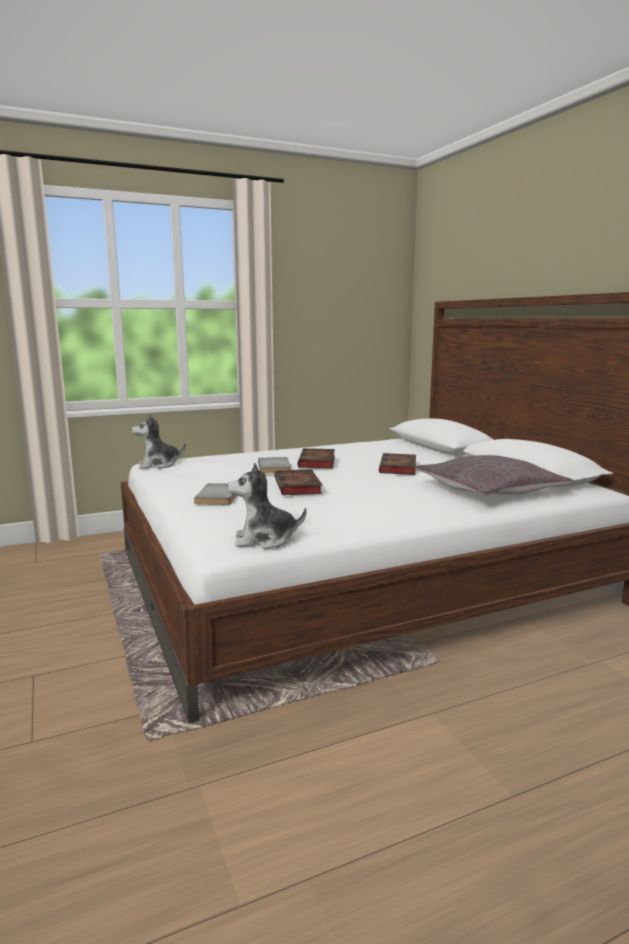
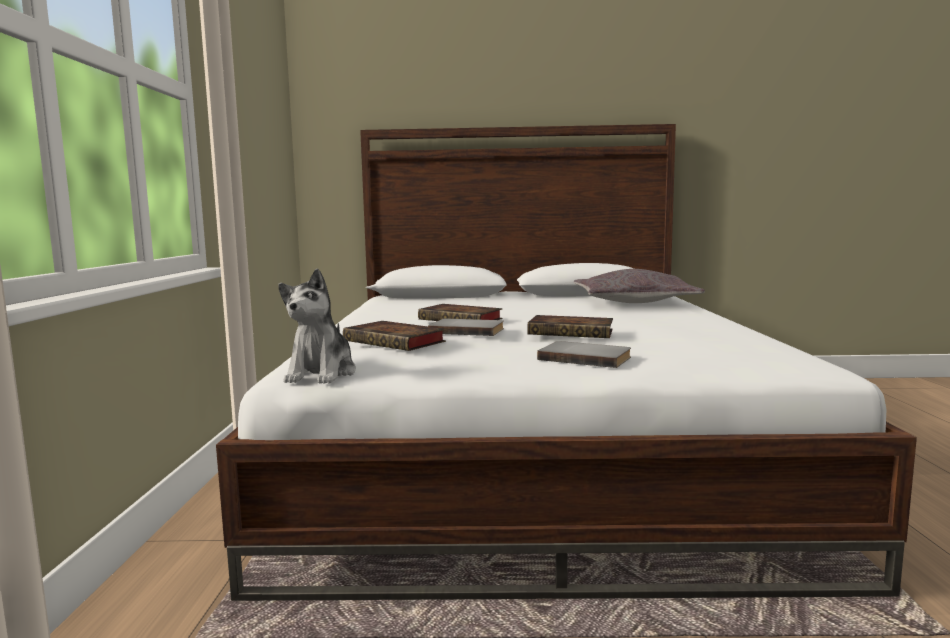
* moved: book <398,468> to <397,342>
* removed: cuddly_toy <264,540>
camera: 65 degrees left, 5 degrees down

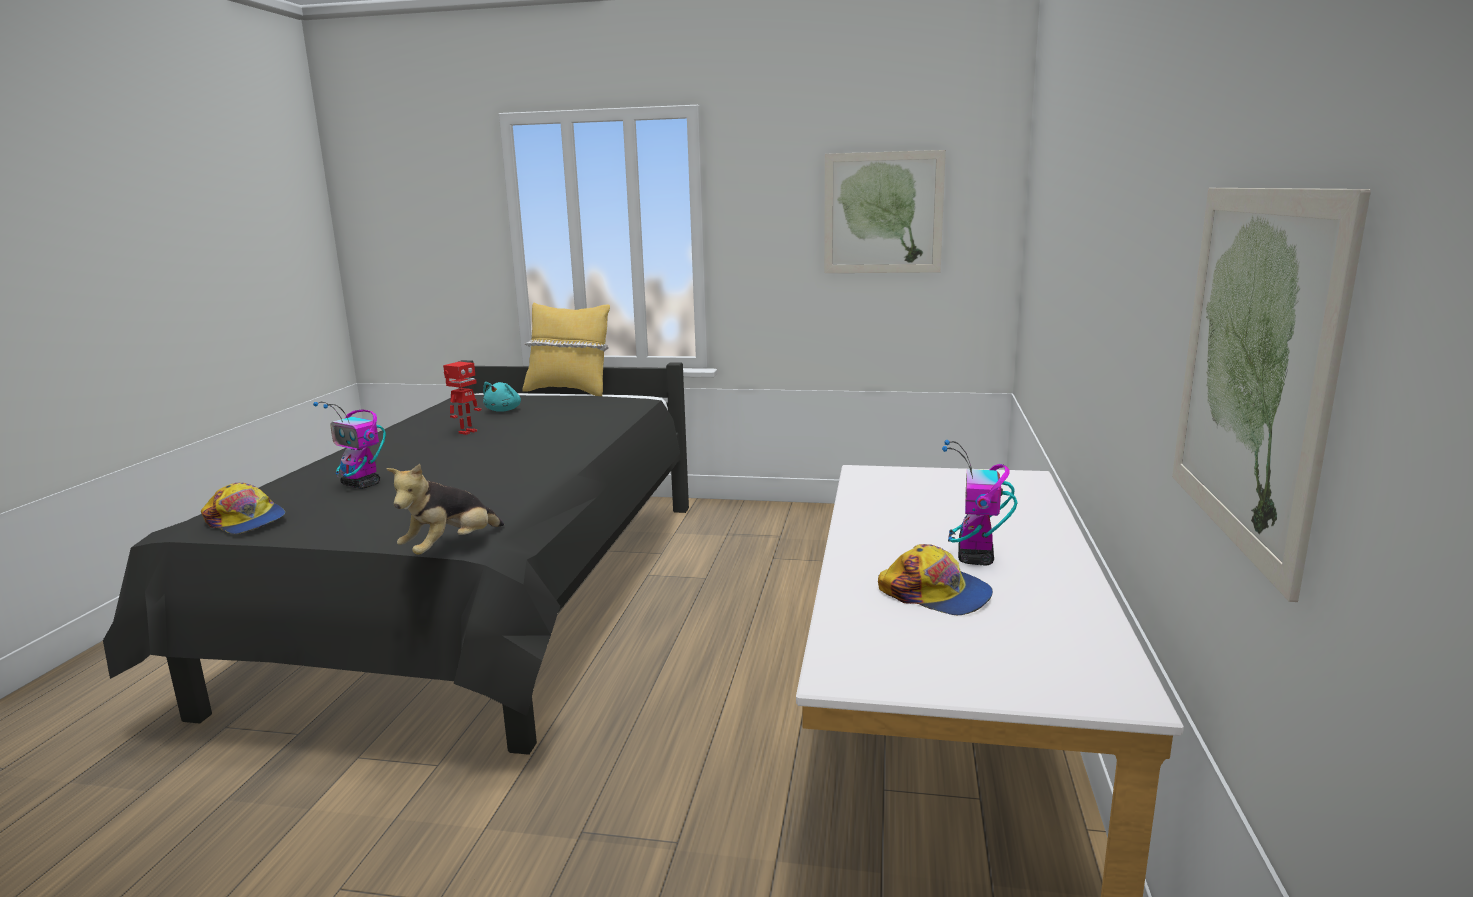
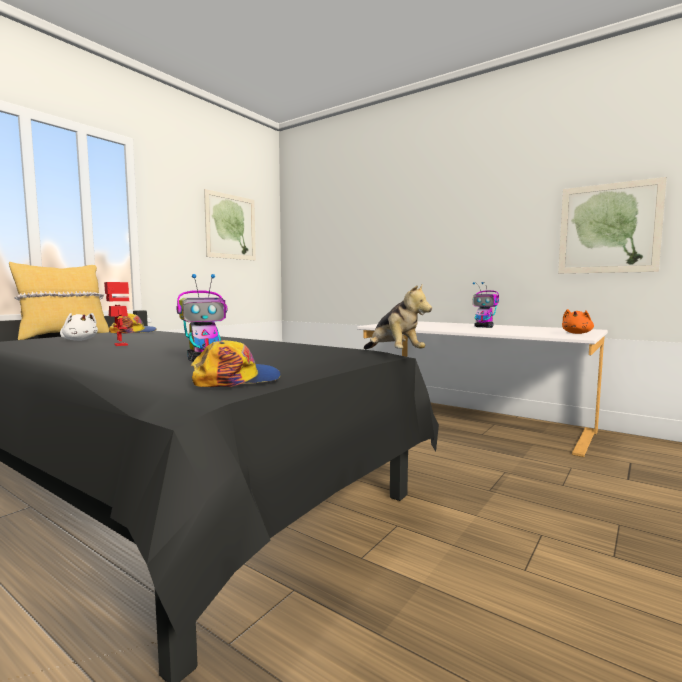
* recoloured: blue-green_cuddly_toy <504,410> to white_cuddly_toy <79,340>
* moved: peaked_cap <936,594> to <134,332>
* added: orange-coloured_cuddly_toy <577,333>
camera: 65 degrees left, 10 degrees down

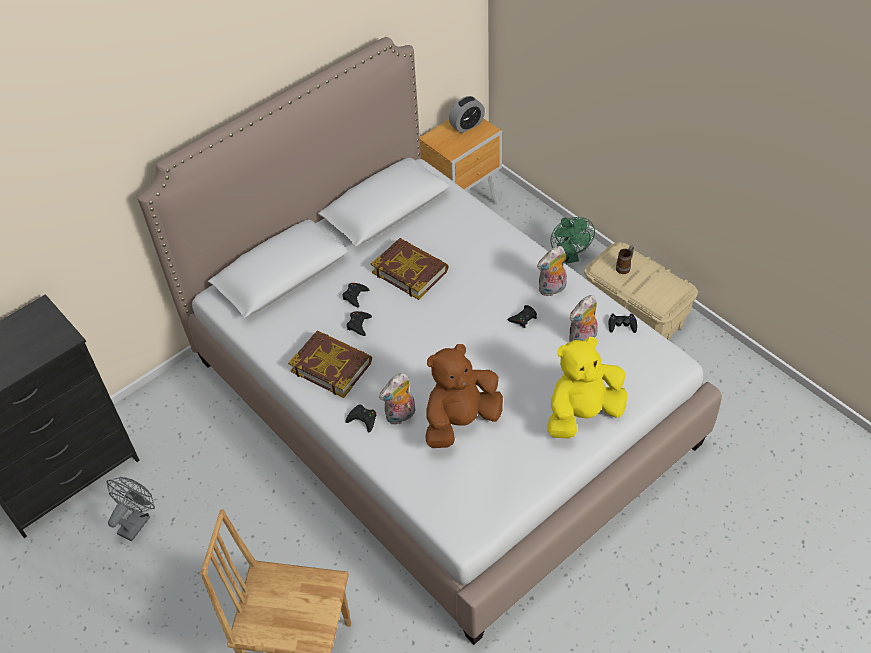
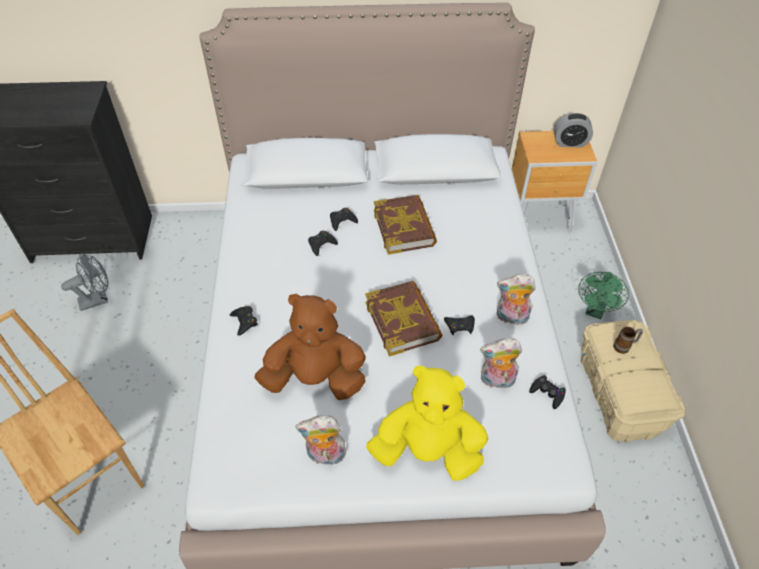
* moved: book <331,366> to <403,321>
* moved: cuddly_toy <401,416> to <325,456>
camera: 35 degrees right, 0 degrees up

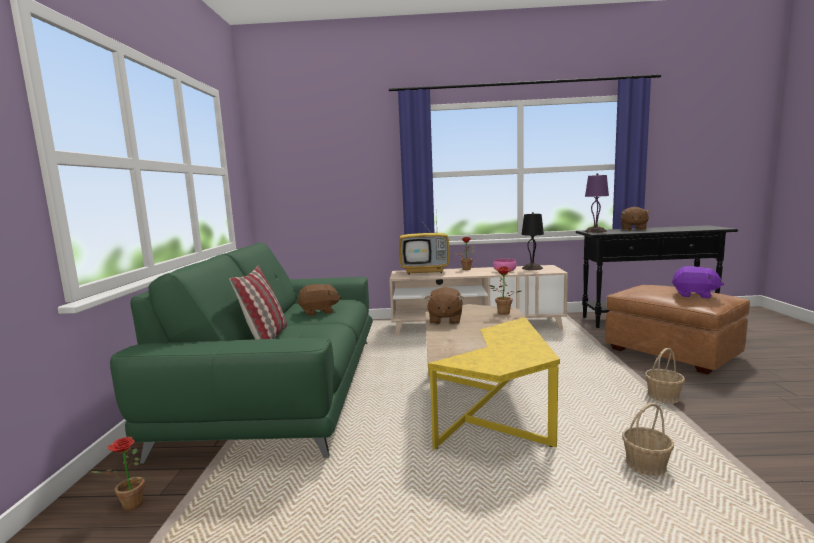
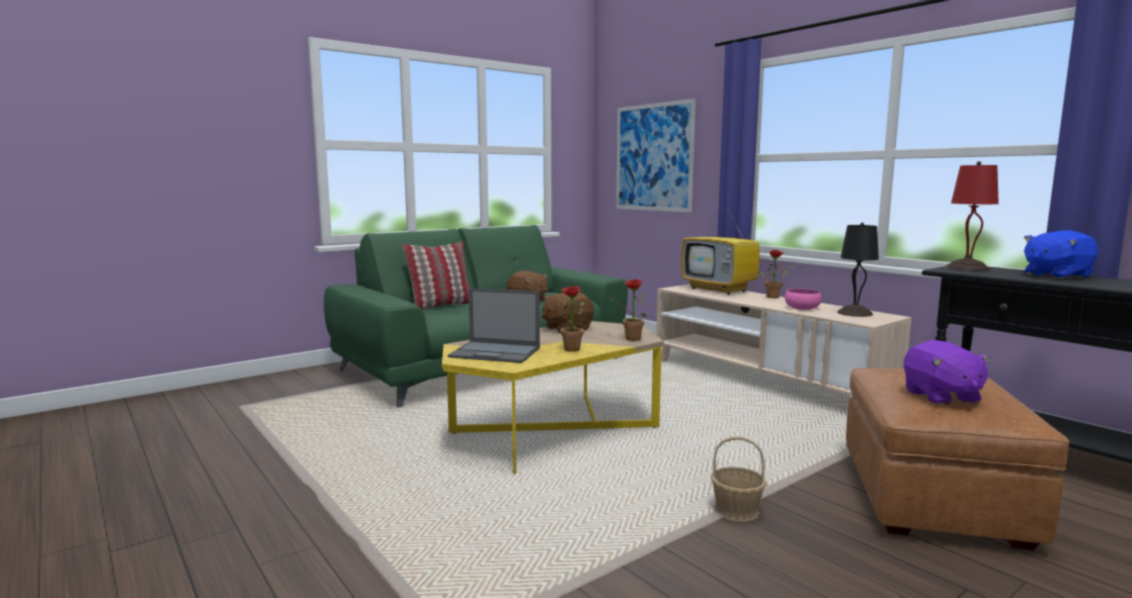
* recoloured: purple-coloured_lamp_for_a_table <595,231> to red_lamp_for_a_table <966,268>
* recoloured: brown-coloured_cuddly_toy <633,229> to bluish_cuddly_toy <1056,275>
* removed: household_basket <646,466>
* moved: houseplant <128,507> to <568,349>
* added: wall_picture <653,157>
* added: portable_computer <496,352>
camera: 50 degrees right, 0 degrees up

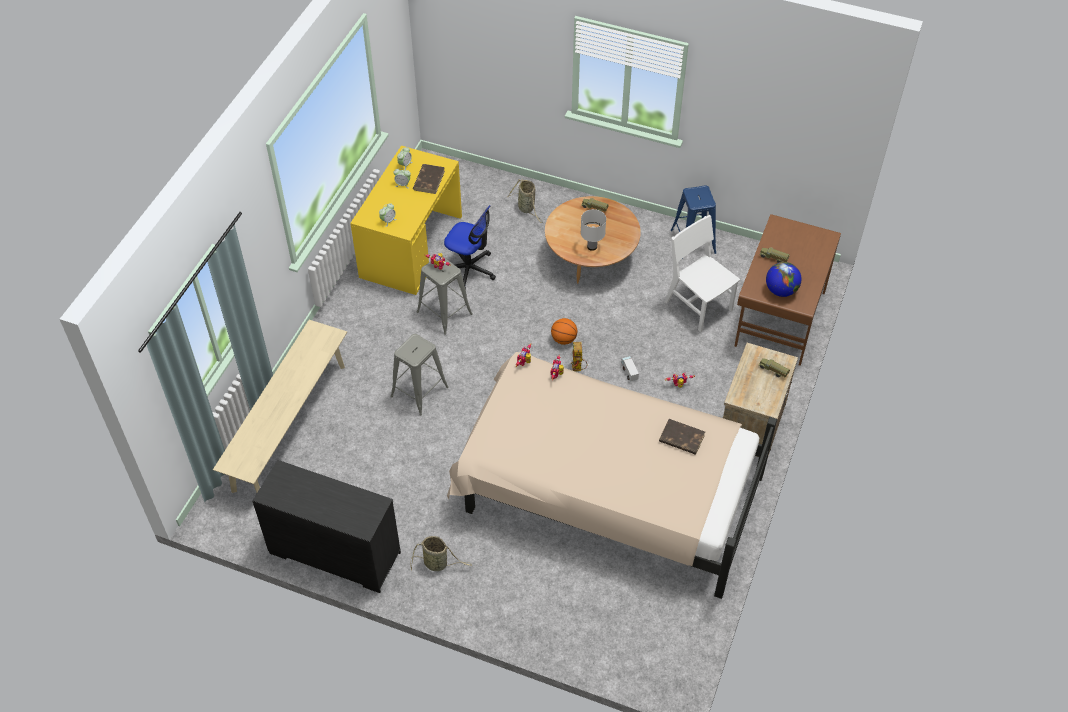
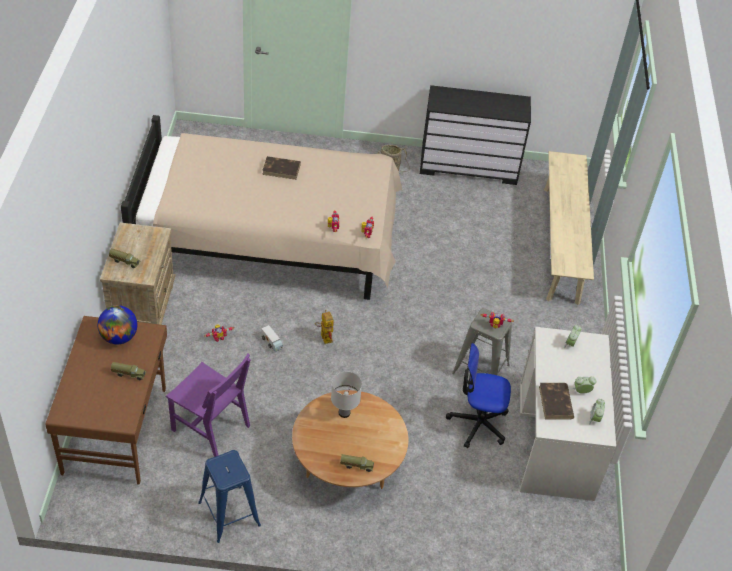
* recoloured: yellowish_desk_table <411,246> to white_desk_table <555,440>
* removed: household_basket <527,208>
* recoloured: white_upright_chair <698,306> to purple-coloured_upright_chair <210,428>
* removed: ball_for_basketball <564,339>
* removed: gray_stool <419,392>
* moved: brown-coloured_book <681,438> to <282,169>
camera: 160 degrees right, 5 degrees down

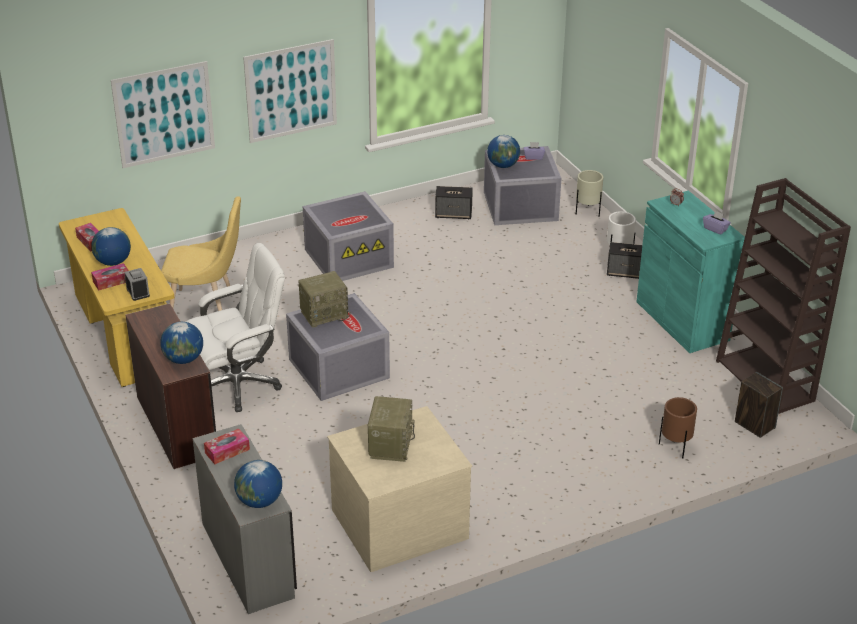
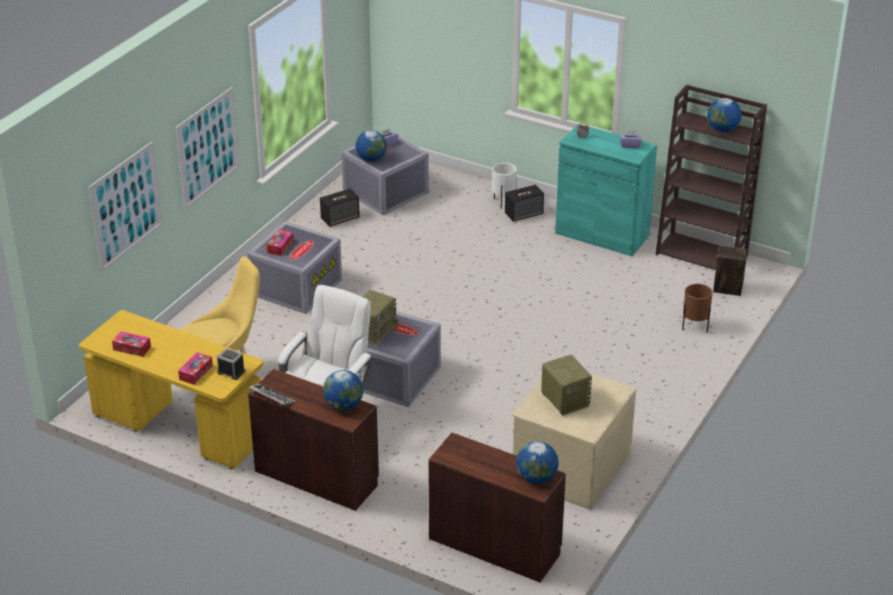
* removed: beige-coloured_plant_pot <587,212>
* moved: globe <113,262> to <722,129>
* recoloured: gray_desk_table <249,559> to brown-coloured_desk_table <495,545>
* moved: tissue_box <227,451> to <280,246>
* added: computer_keyboard <272,397>
camera: 35 degrees left, 0 degrees up

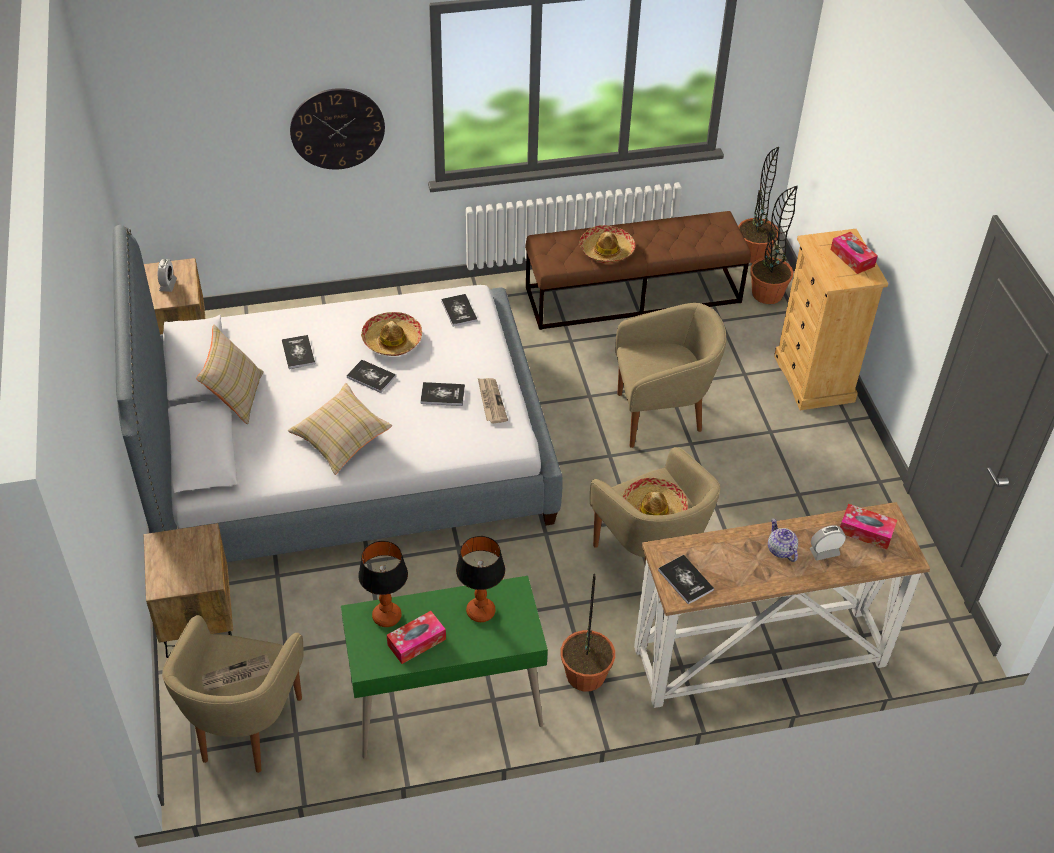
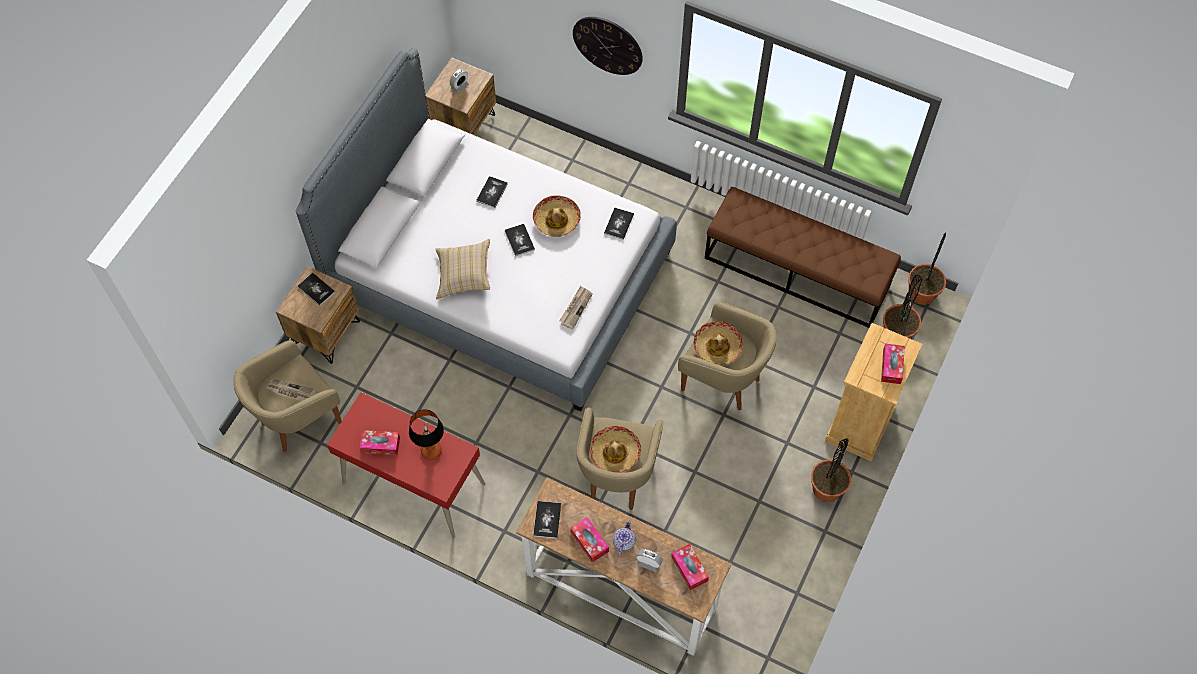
* moved: hat <606,250> to <717,346>
* removed: beige-coloured_throw_pillow <235,396>
* moved: book <442,395> to <316,289>
* removed: lamp_for_a_table <387,616>
* moved: houseplant <585,675> to <826,488>
* recoloured: green_desk_table <446,704> to red_desk_table <413,484>
* added: tissue_box <589,541>
camera: 40 degrees right, 15 degrees up

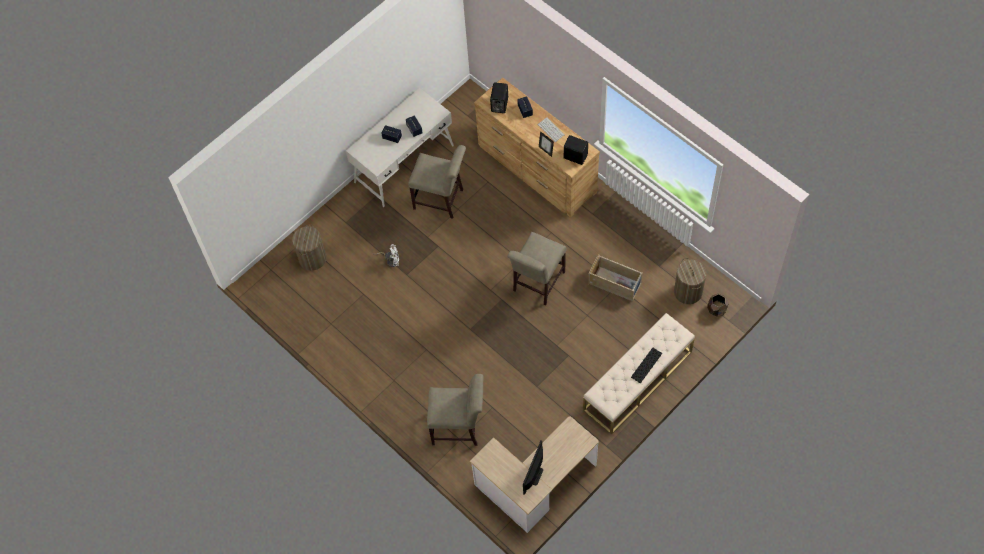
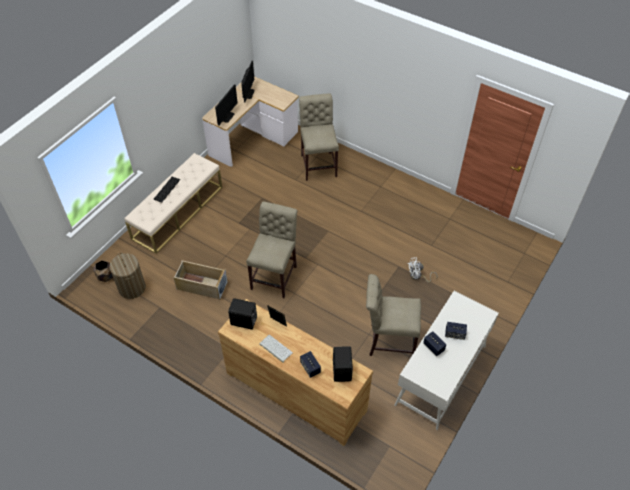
* removed: washing_basket <312,258>
* turned: beige-coloured_upright_chair <459,427> = <318,164> 90 degrees clockwise
* added: monitor <227,116>
camera: 165 degrees right, 10 degrees down

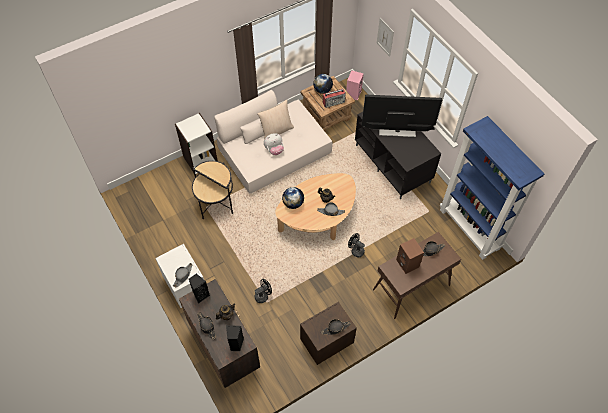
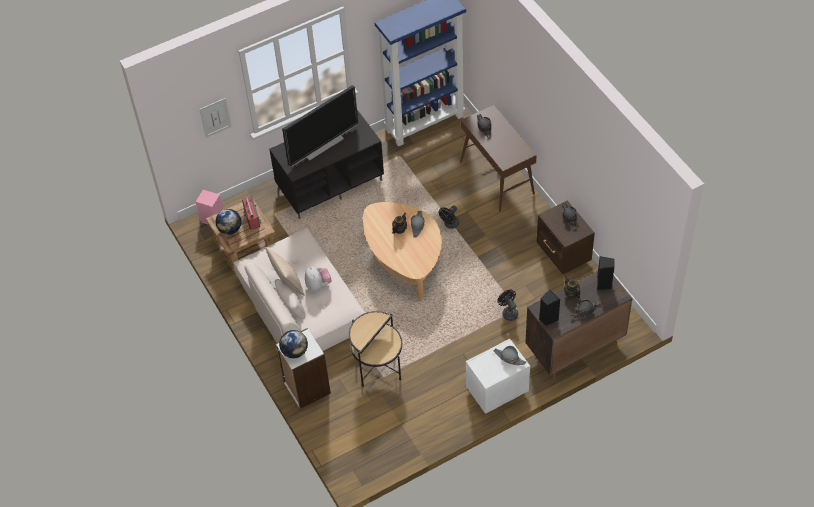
* turned: television <397,131> = <322,146> 135 degrees counterclockwise
* moved: globe <293,203> to <295,351>
* removed: brown-coloured_speaker <408,263>
camera: 85 degrees left, 5 degrees down

